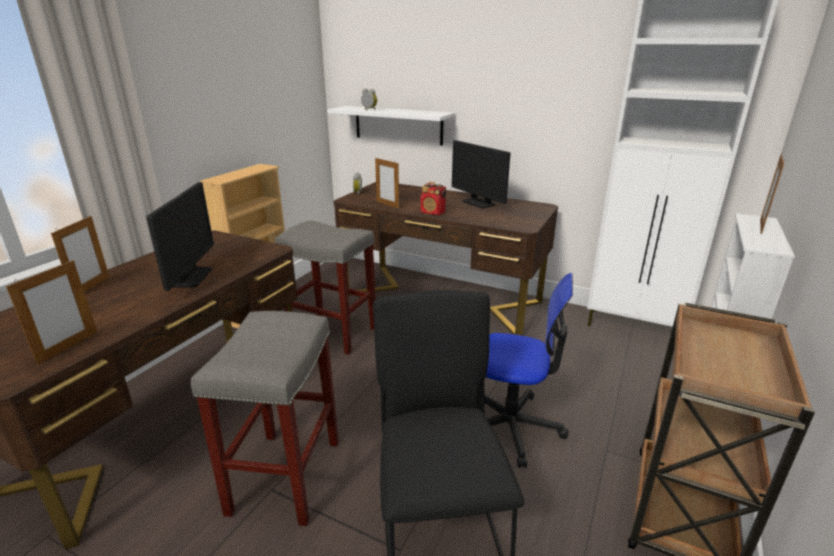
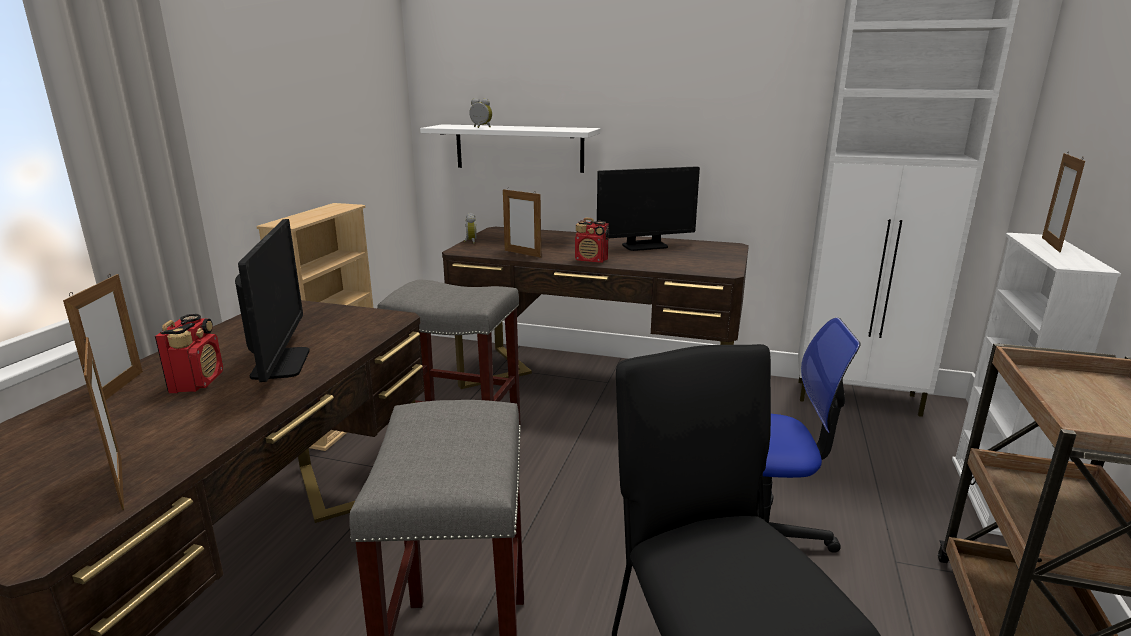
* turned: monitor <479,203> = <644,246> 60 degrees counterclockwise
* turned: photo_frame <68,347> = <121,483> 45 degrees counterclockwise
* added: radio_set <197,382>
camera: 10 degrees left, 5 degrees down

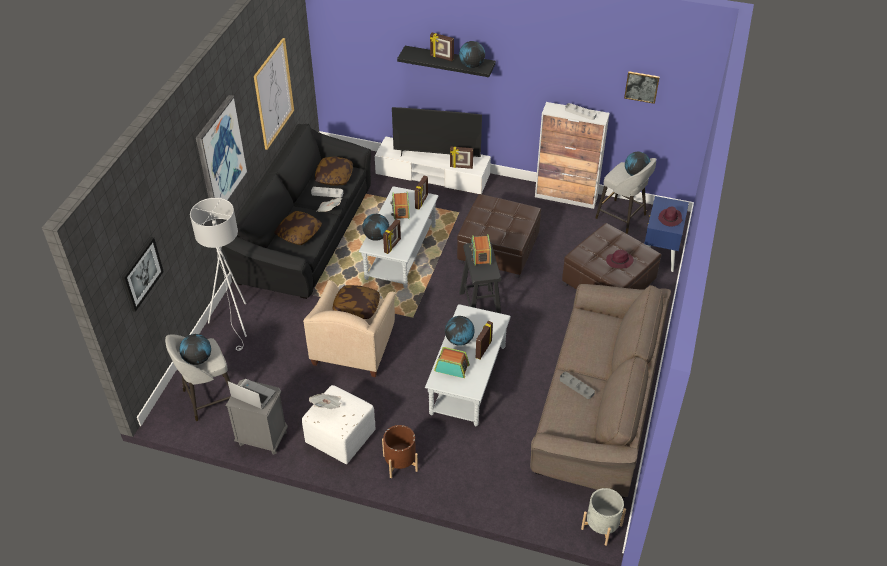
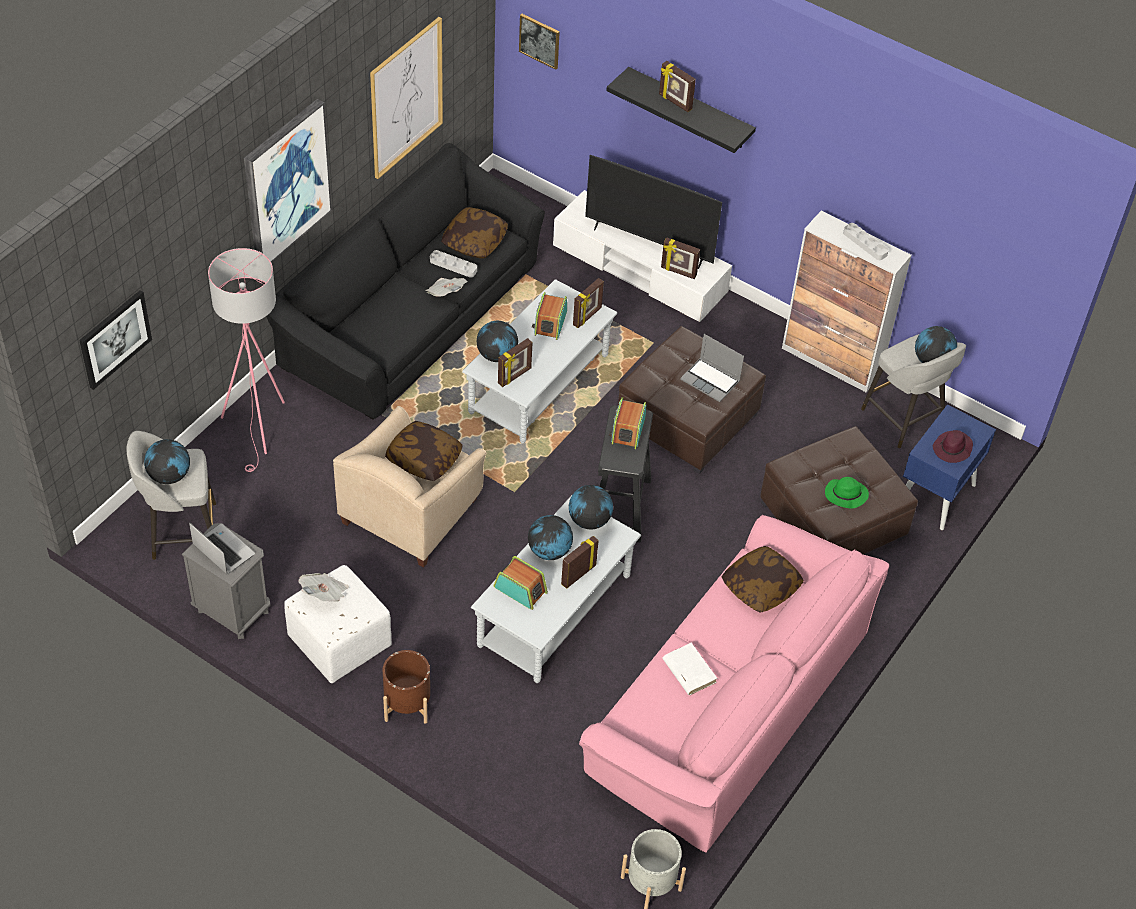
* moved: globe <471,65> to <589,520>
* moved: wall_picture <641,87> to <539,40>
* recoloured: white_standard_lamp <235,323> to pink-coloured_standard_lamp <259,428>
* moved: throw_pillow <299,233> to <761,586>
* recoloured: purple-coloured_hat <619,261> to green_hat <845,495>
* recoloured: brown-coloured_couch <597,405> to pink-coloured_couch <727,705>
* replaced: gray_serving_tray <576,386> to white_book <689,670>
* added: portable_computer <711,381>
camera: 15 degrees right, 5 degrees up

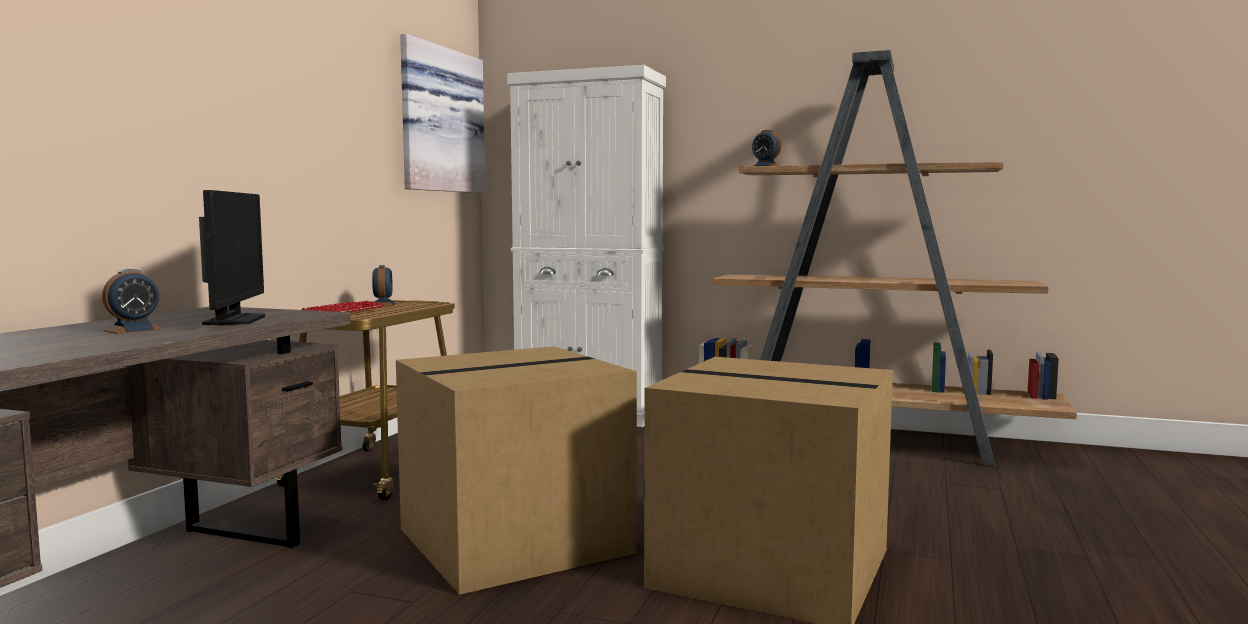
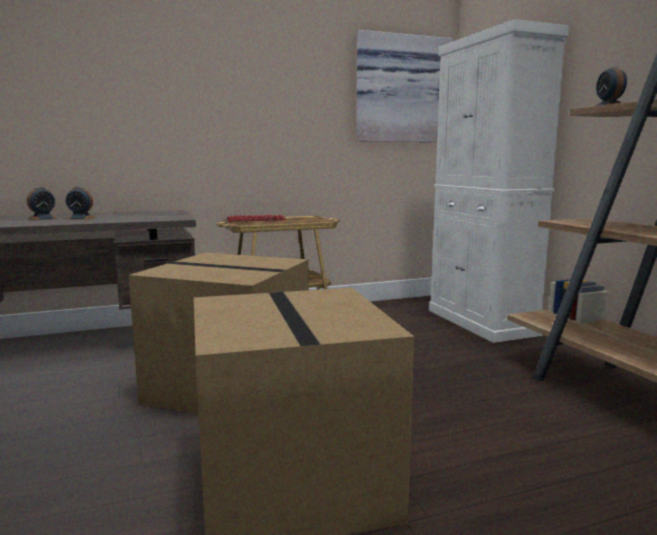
* removed: monitor <234,320>
* moved: table_clock <383,305> to <42,218>
camera: 50 degrees right, 5 degrees up

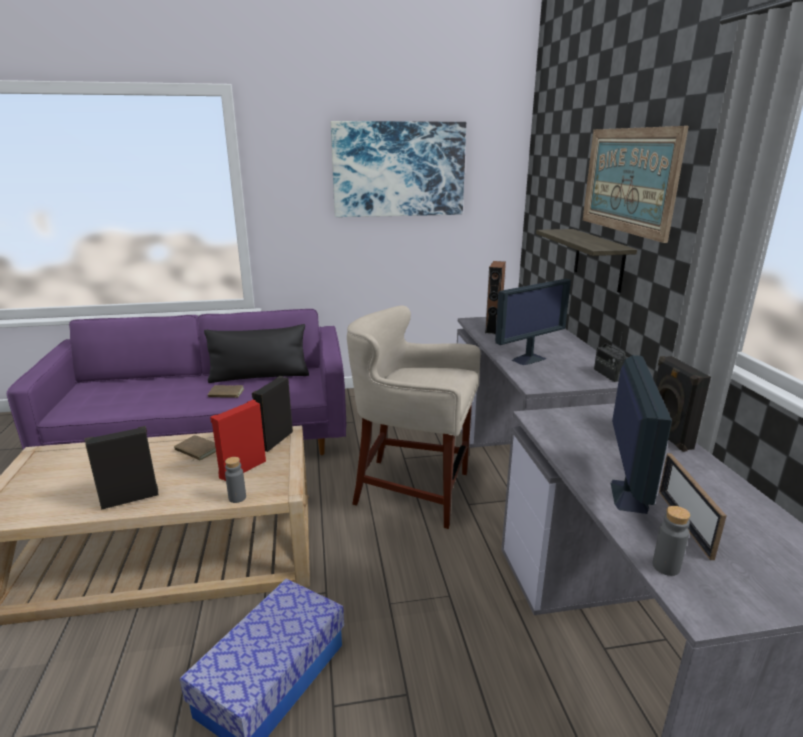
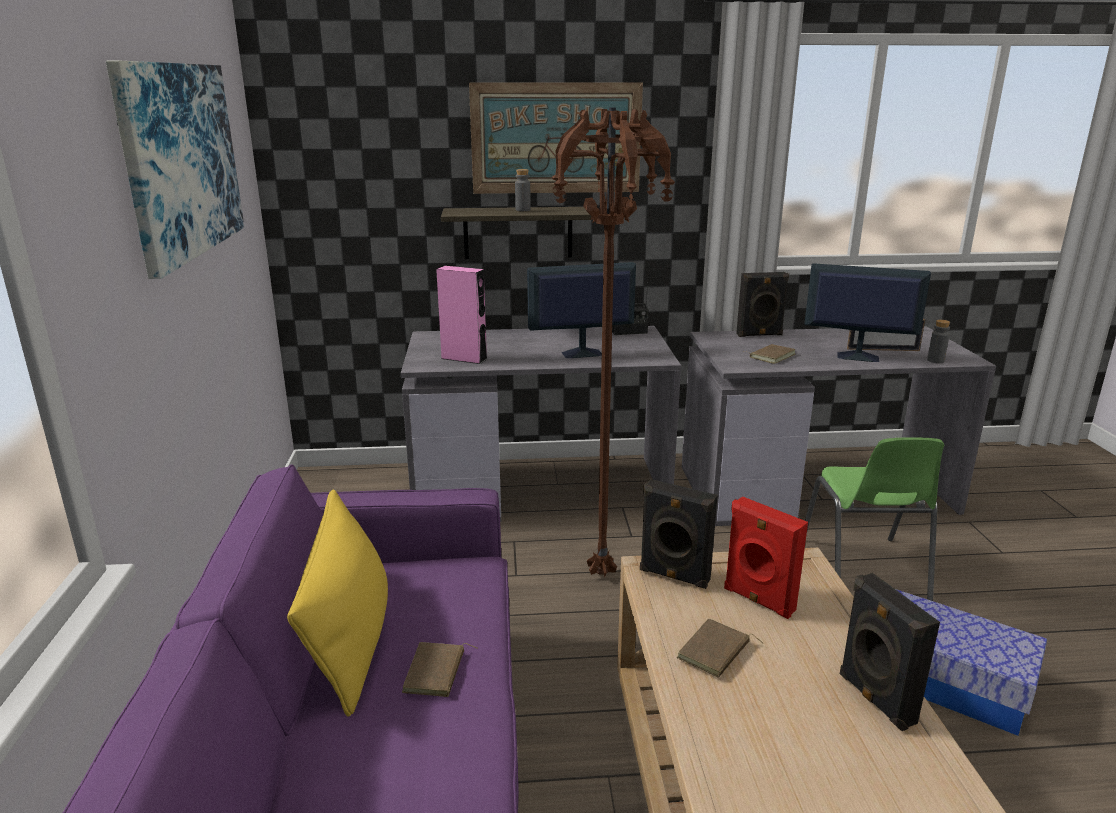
* recoloured: brown-coloured_speaker <493,329> to pink-coloured_speaker <464,358>
* turned: monitor <529,359> = <581,353> 75 degrees counterclockwise
* replaced: beige-coloured_stool <413,490> to brown-coloured_standard_lamp <600,572>
* recoloured: blackish_throw_pillow <259,377> to yellowish_throw_pillow <350,638>
* moved: gray_drink_bottle <237,498> to <523,210>
* added: brown-coloured_book <771,356>
* added: green_upright_chair <863,570>
camera: 85 degrees left, 0 degrees up

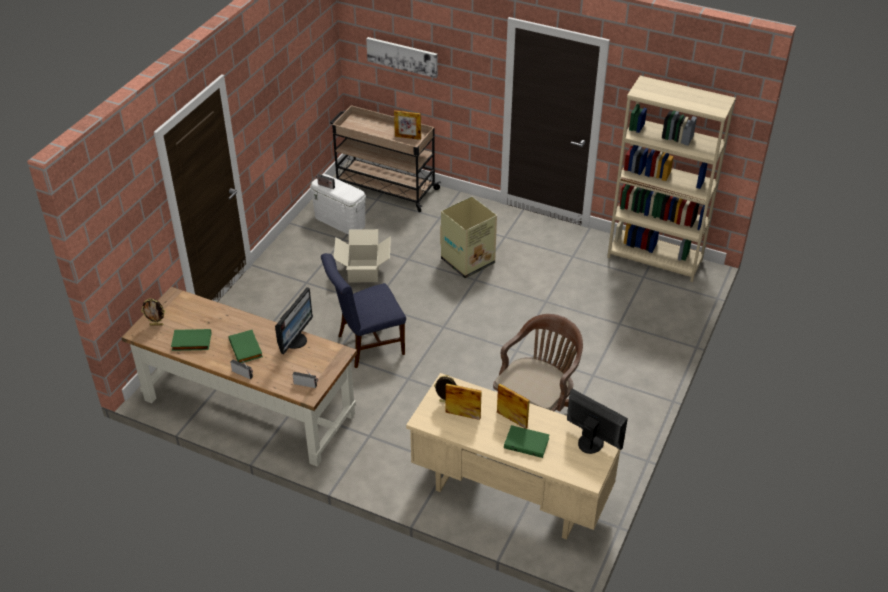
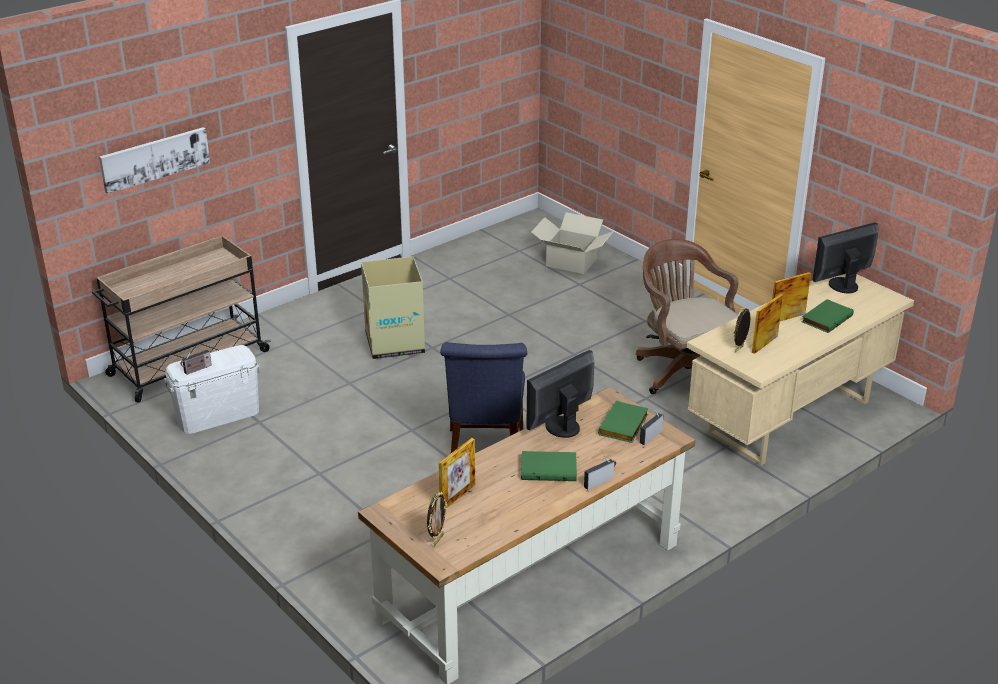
* removed: beige-coloured_bookshelf <655,259>
* moved: photo_frame <408,137> to <457,496>
* moved: cardboard_box <364,271> to <571,262>
* turned: monitor <295,340> = <561,427> 90 degrees counterclockwise
* moved: green_book <191,342> to <624,425>
camera: 65 degrees left, 10 degrees down

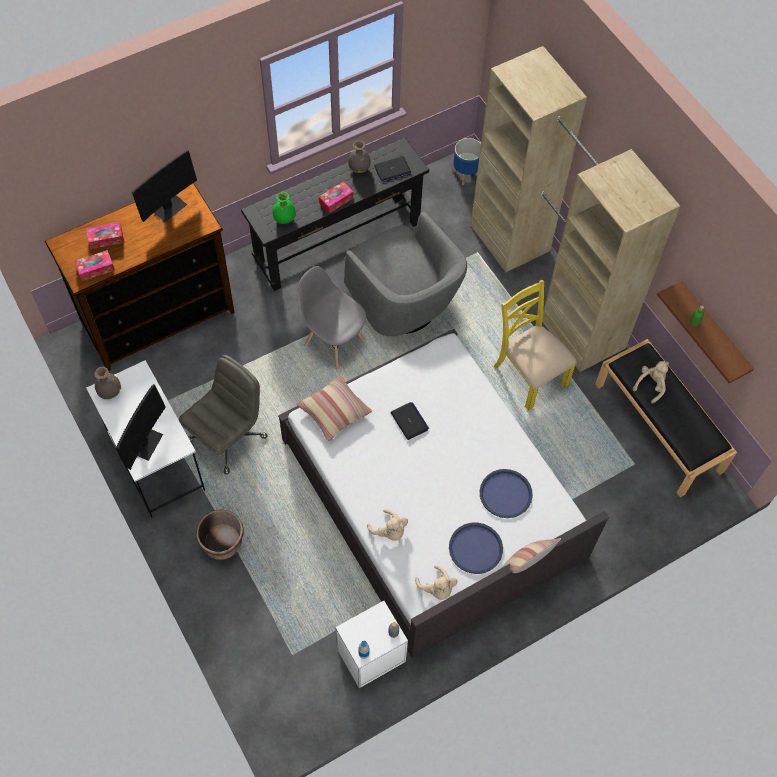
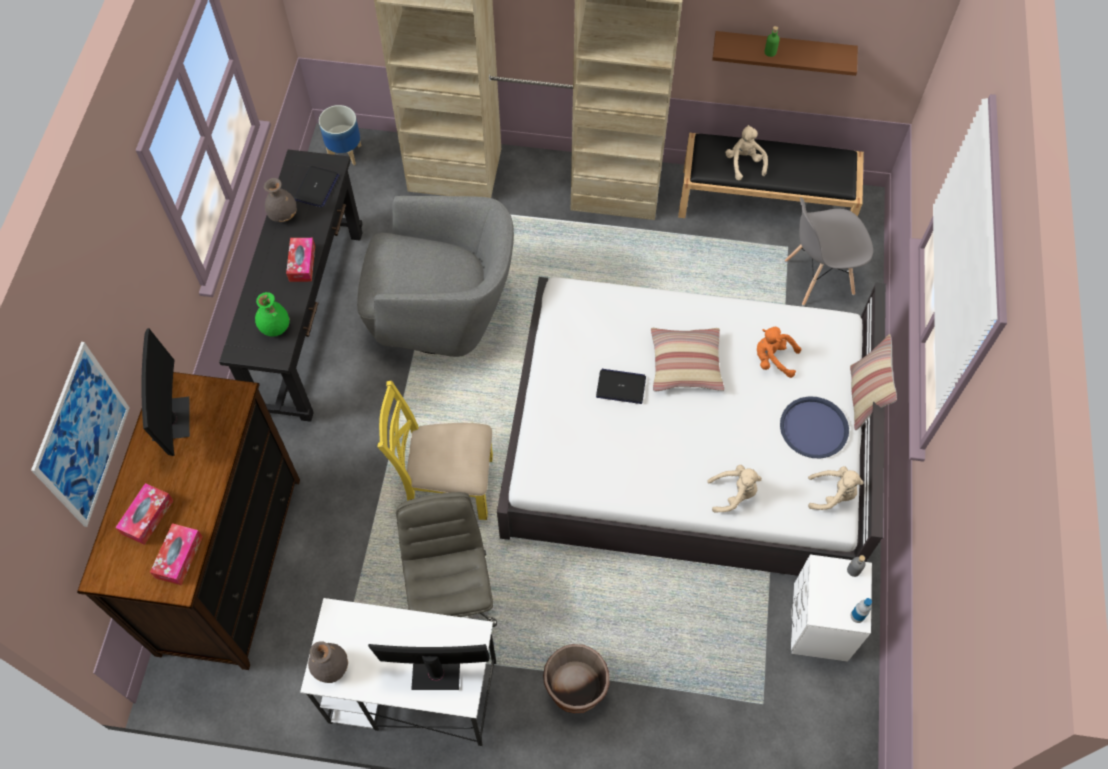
* moved: gray_upright_chair <334,343> to <818,277>
* moved: yellowish_upright_chair <529,375> to <447,484>
* moved: throw_pillow <334,411> to <685,364>
* turned: monitor <145,443> = <436,672> 60 degrees counterclockwise
* replaced: bluish_serving_tray <505,494> to orange-coloured_cuddly_toy <773,359>
* added: wall_picture <82,436>
camera: 50 degrees left, 0 degrees up

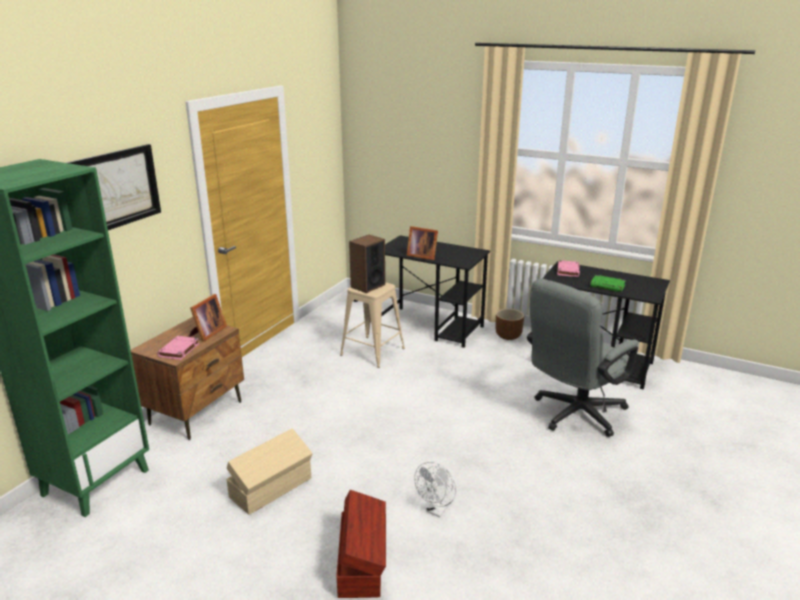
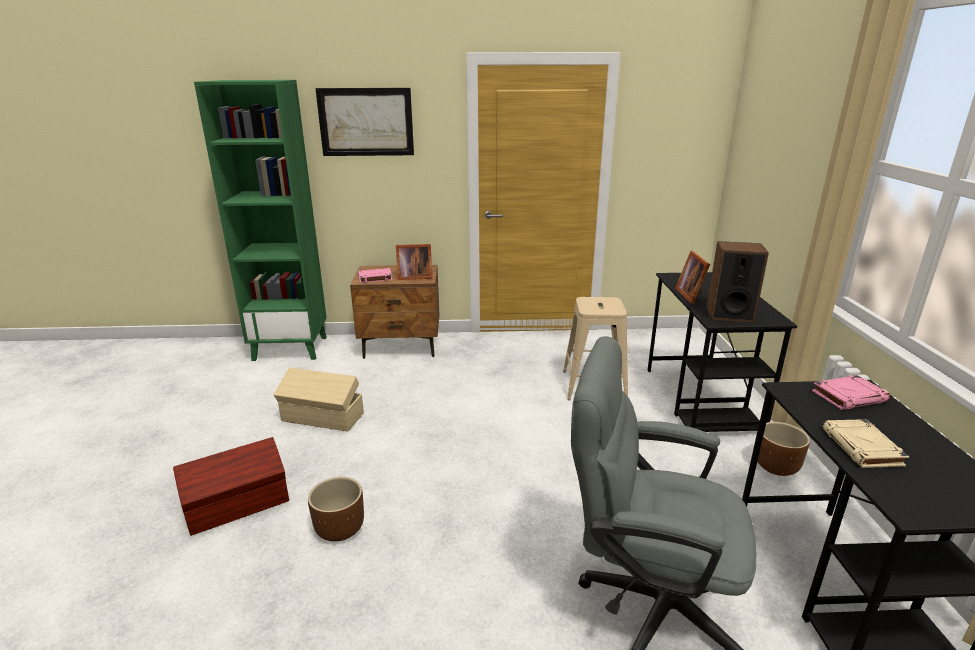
* moved: speaker <367,286> to <729,314>
* recoloured: green_book <608,286> to beige-coloured_book <862,448>
* replaced: white_cooling_fan <437,510> to brown-coloured_plant_pot <340,529>
camera: 60 degrees right, 0 degrees up

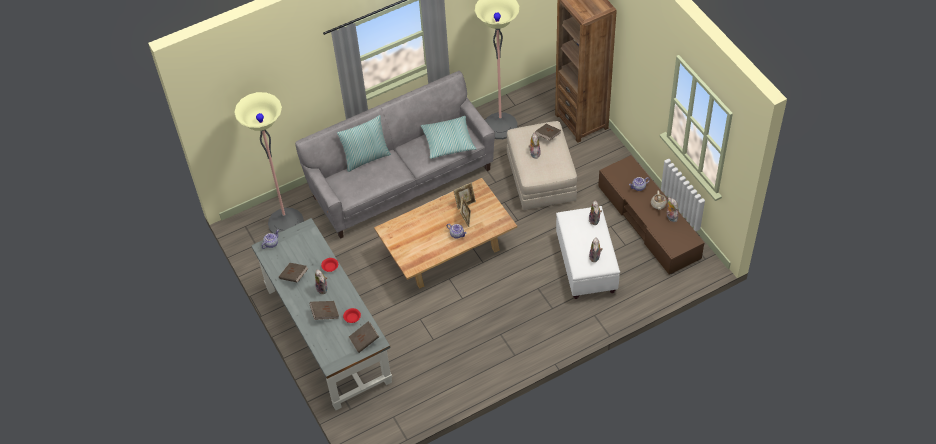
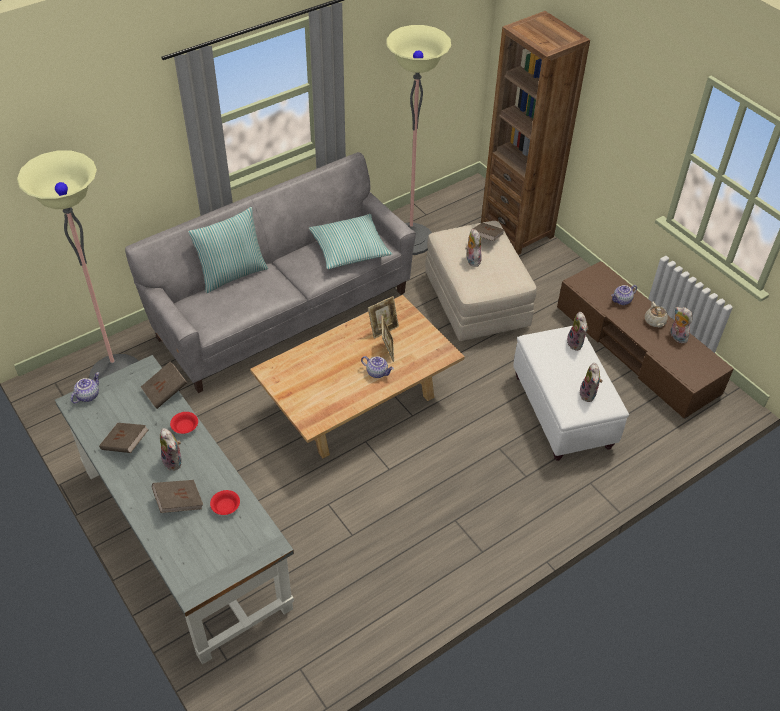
* moved: brown-coloured_book <364,340> to <165,392>
camera: 10 degrees left, 5 degrees down

